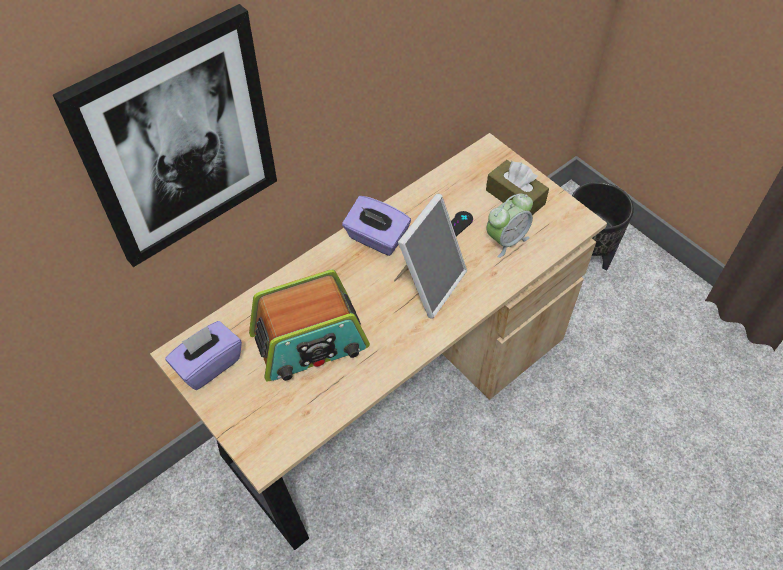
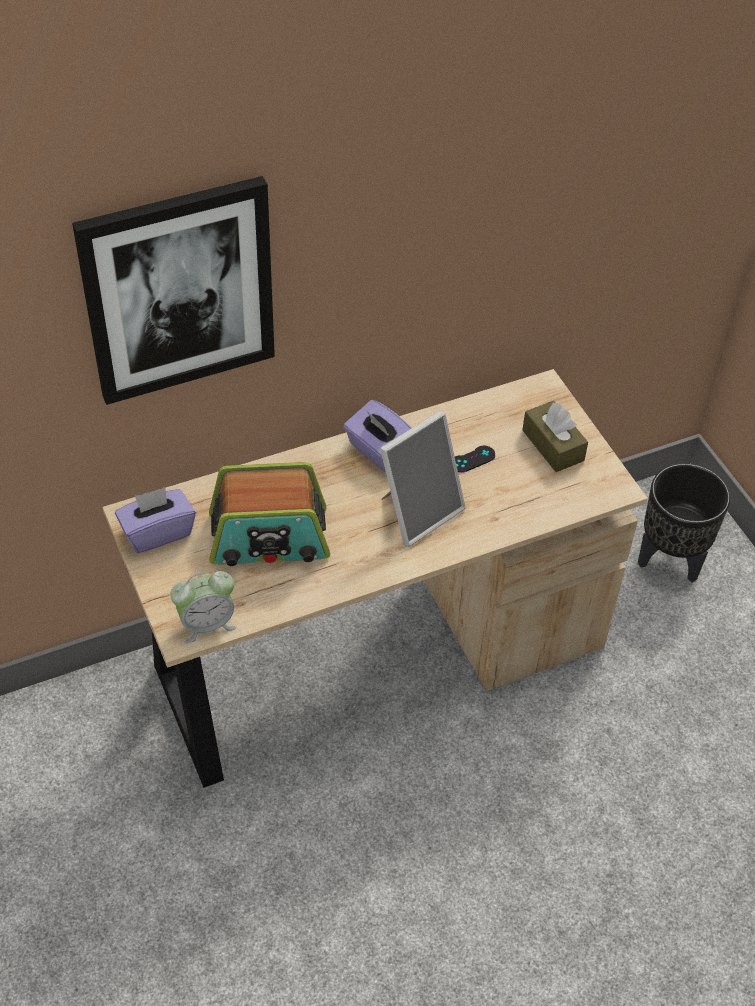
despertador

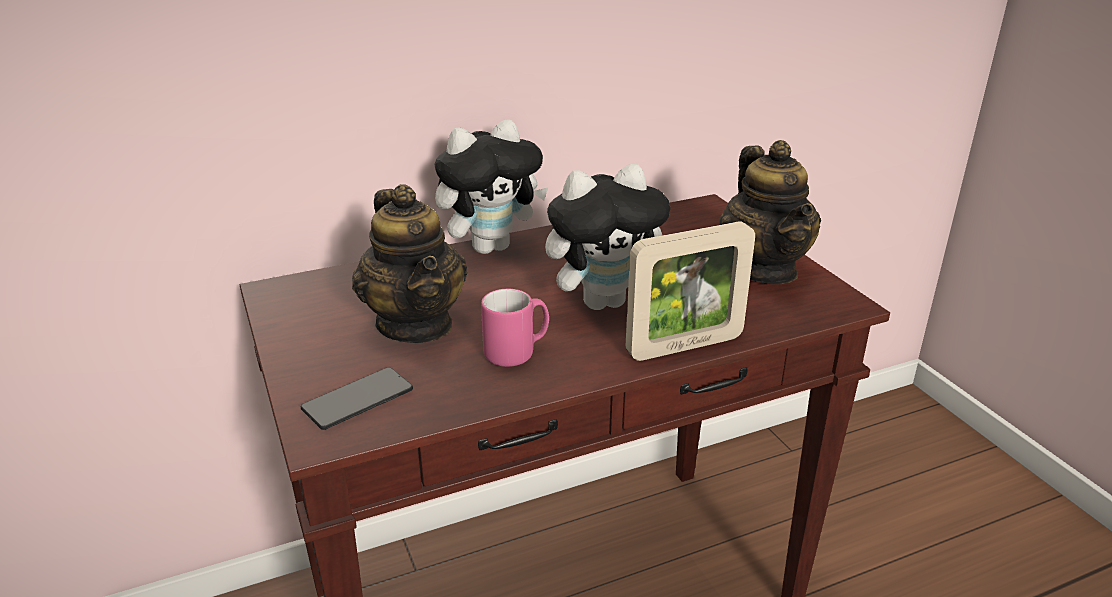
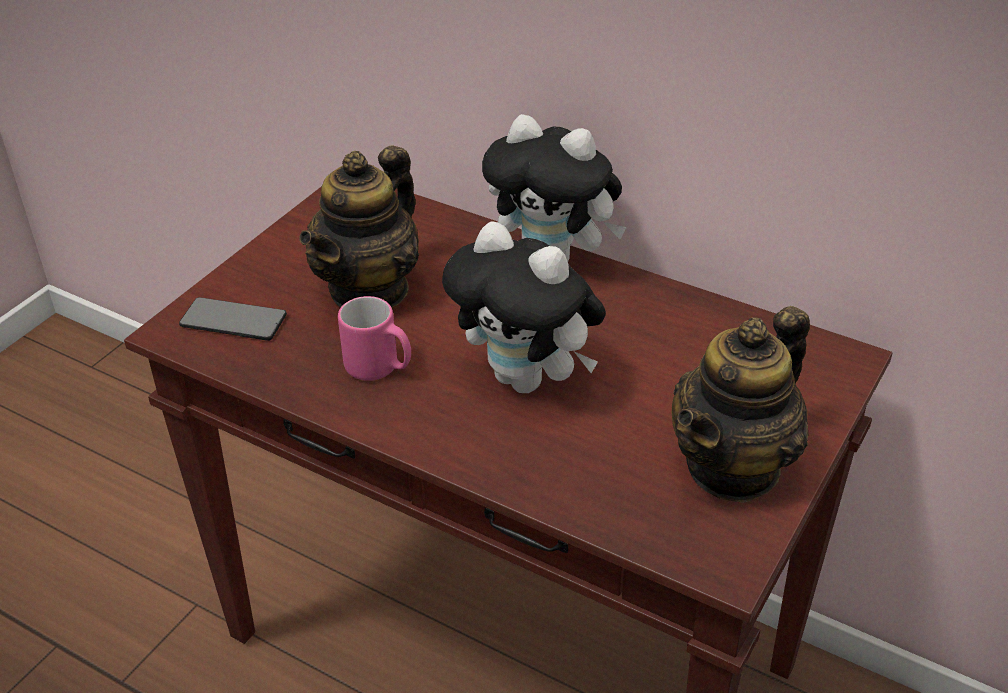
portarretratos

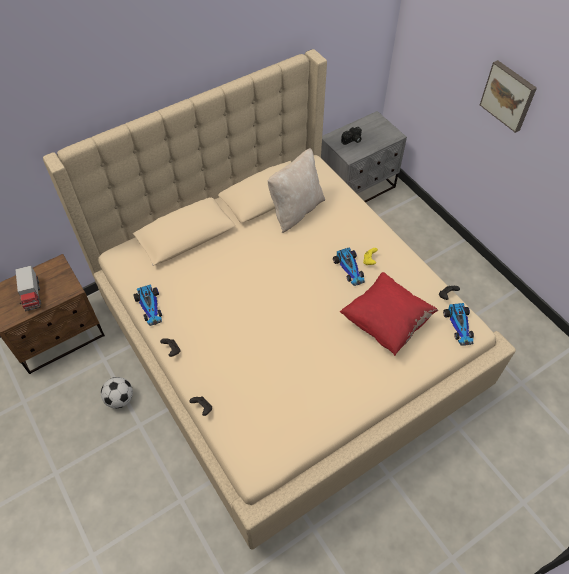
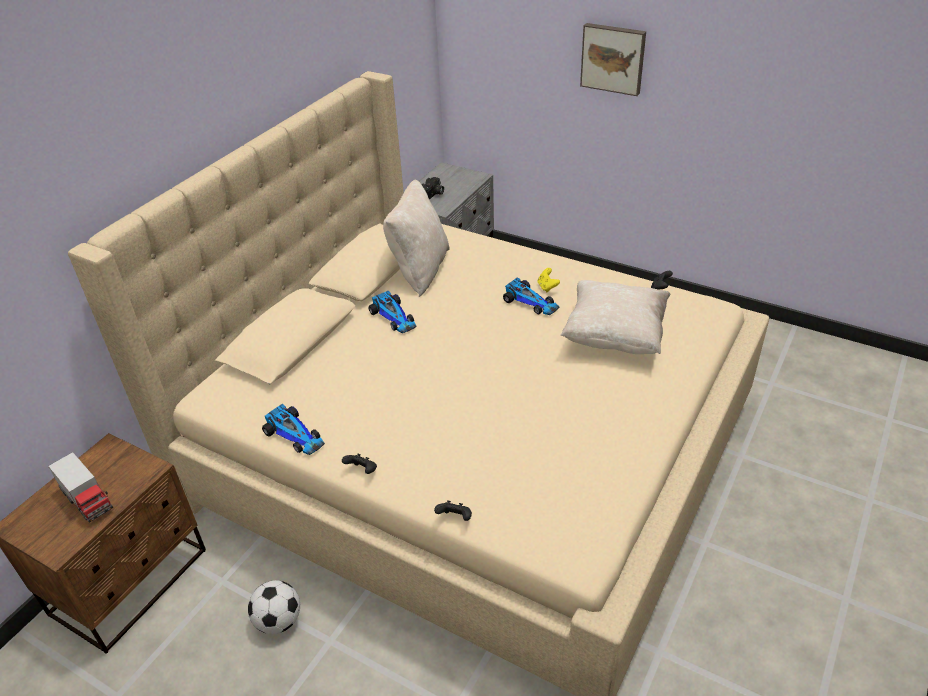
coche de juguete (2nd from left)
cojín [beis] (2nd from left)

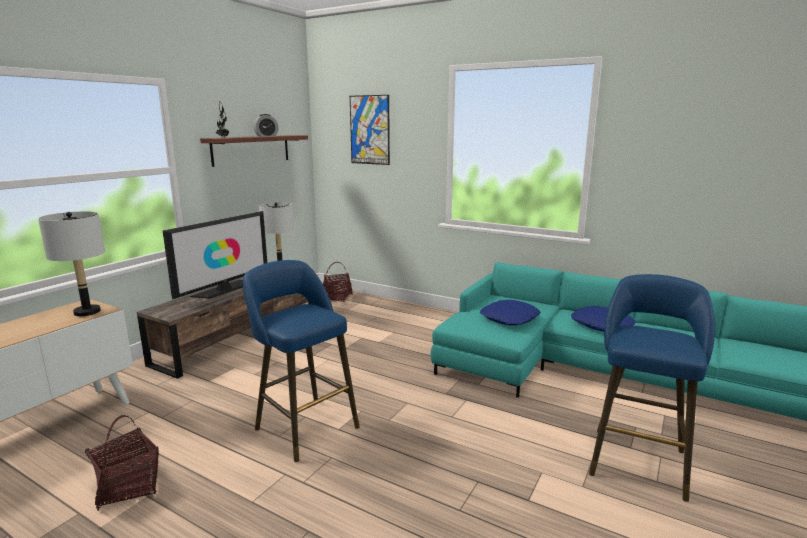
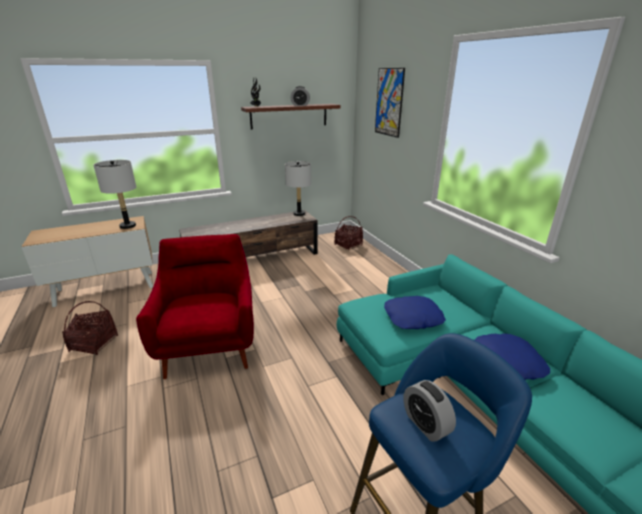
sillón [rojo]
despertador (2nd from left)
televisor

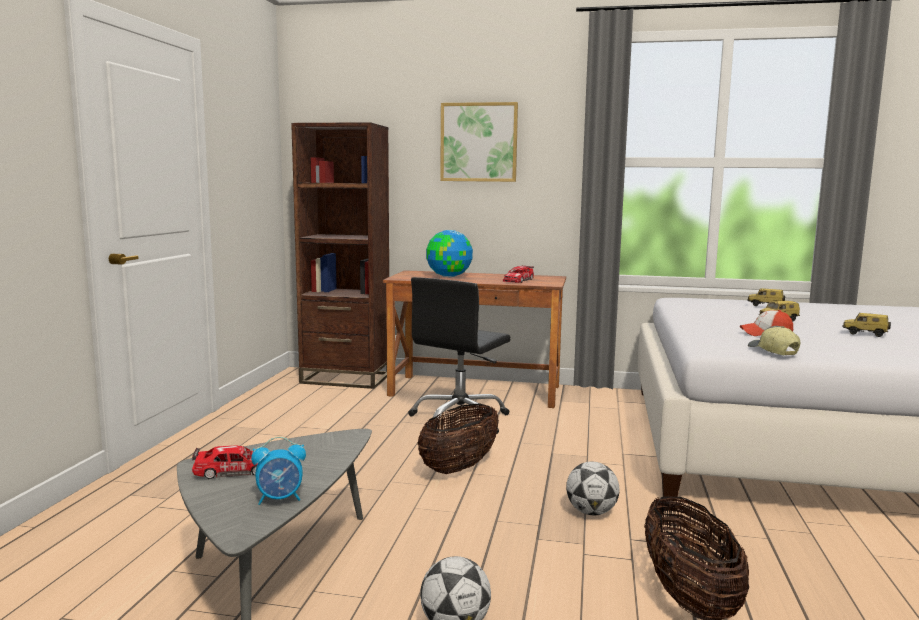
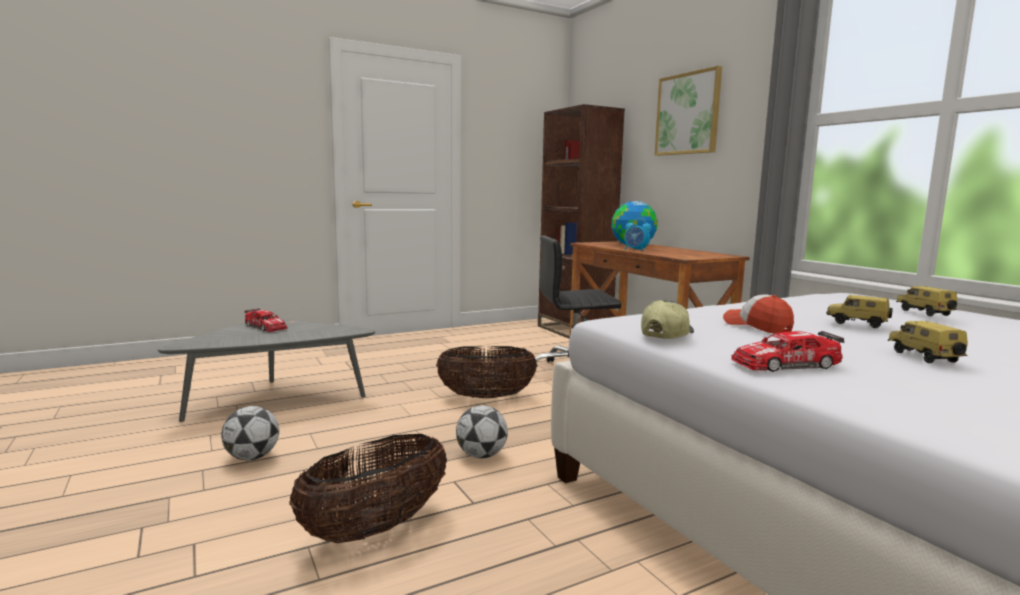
despertador
coche de juguete (2nd from left)

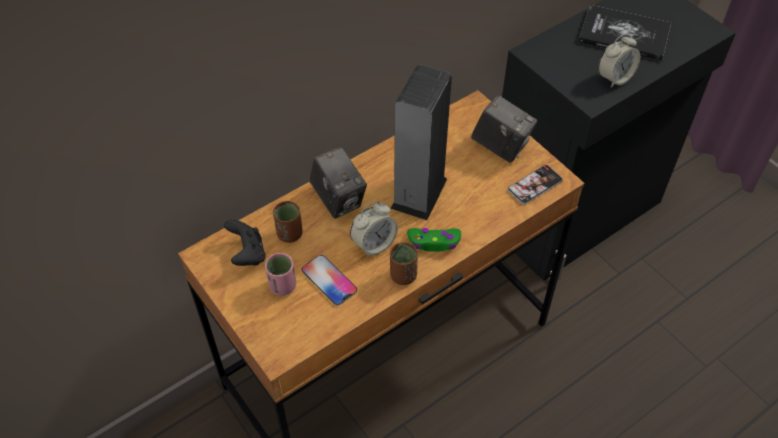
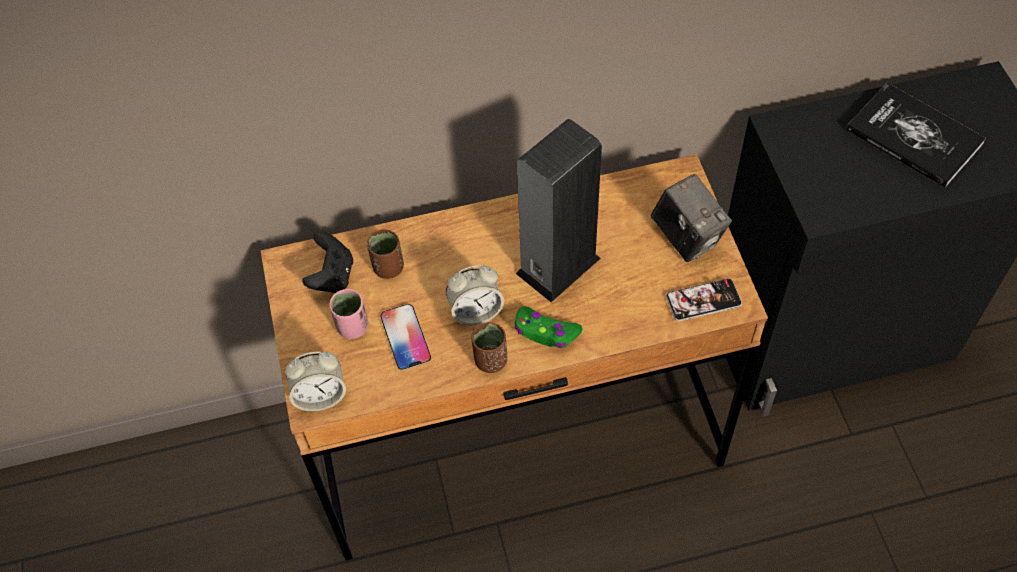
despertador (1st from left)
cámara (1st from left in the first image)

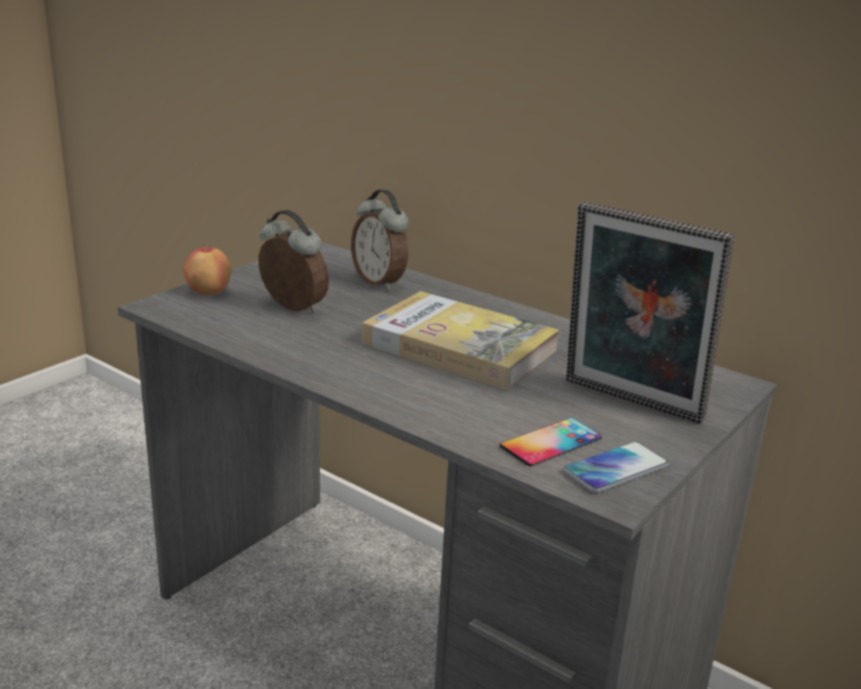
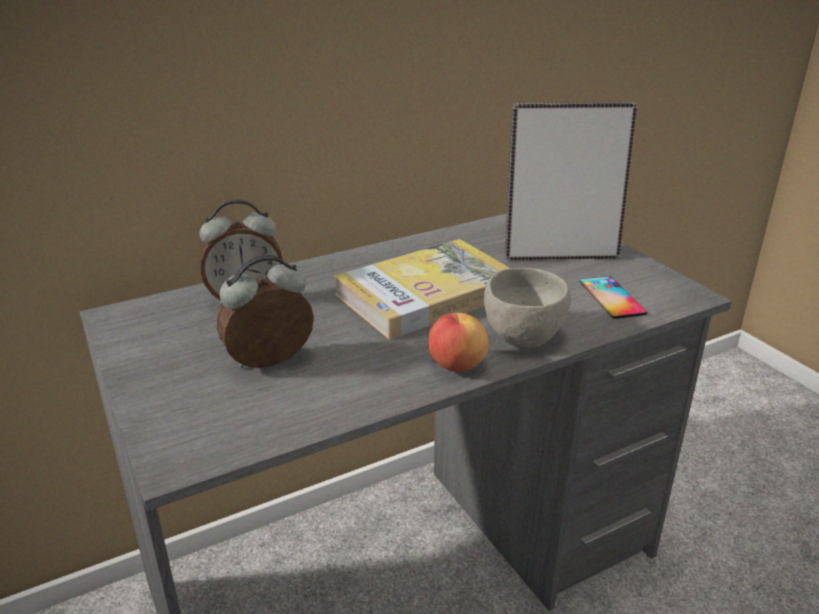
manzana
cuenco [gris]
portarretratos
móvil (2nd from left in the first image)

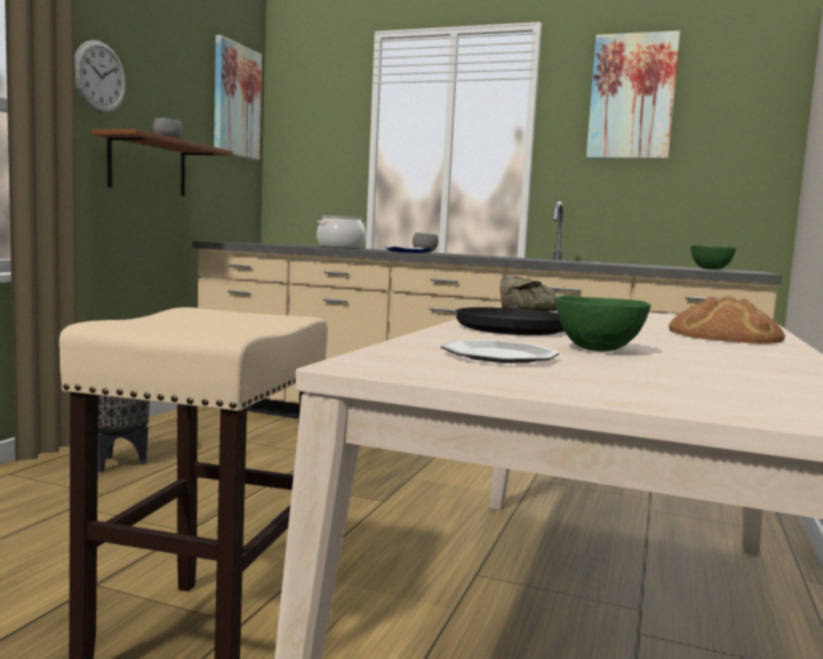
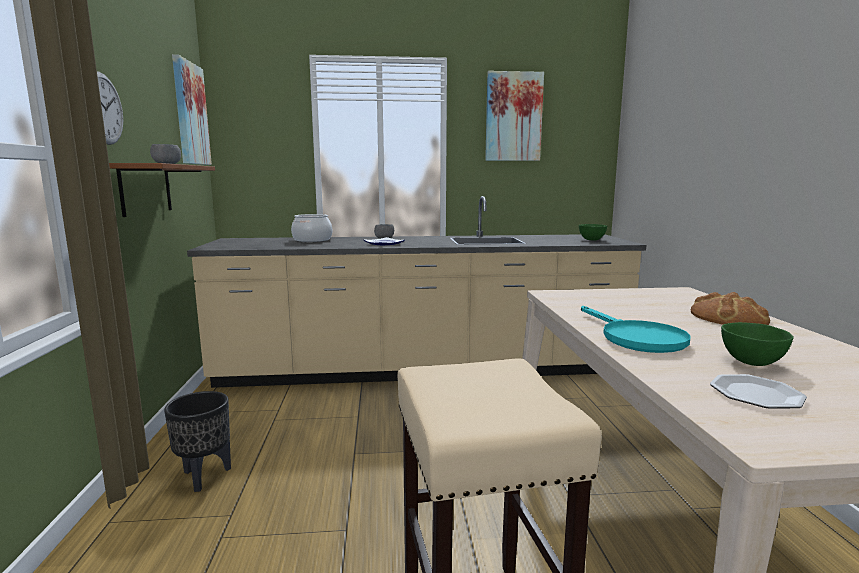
sartén [turquesa]
pan (1st from left in the first image)

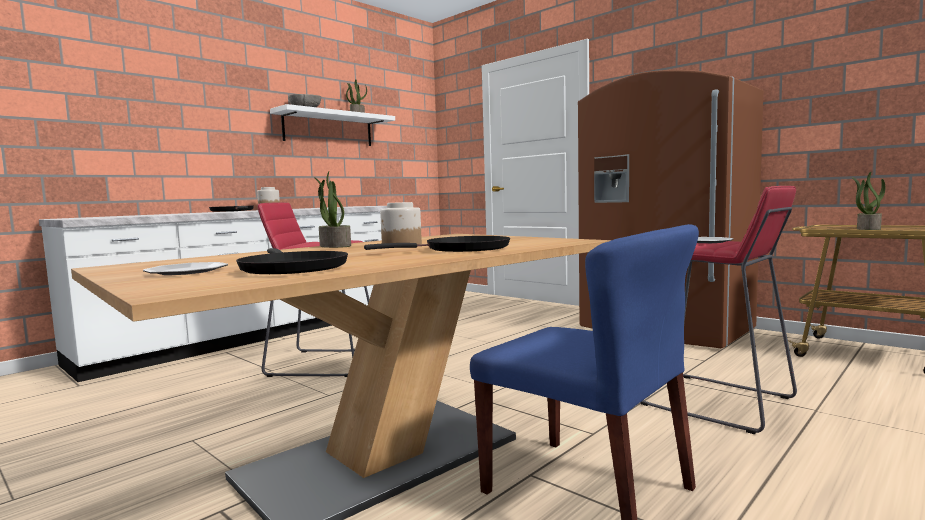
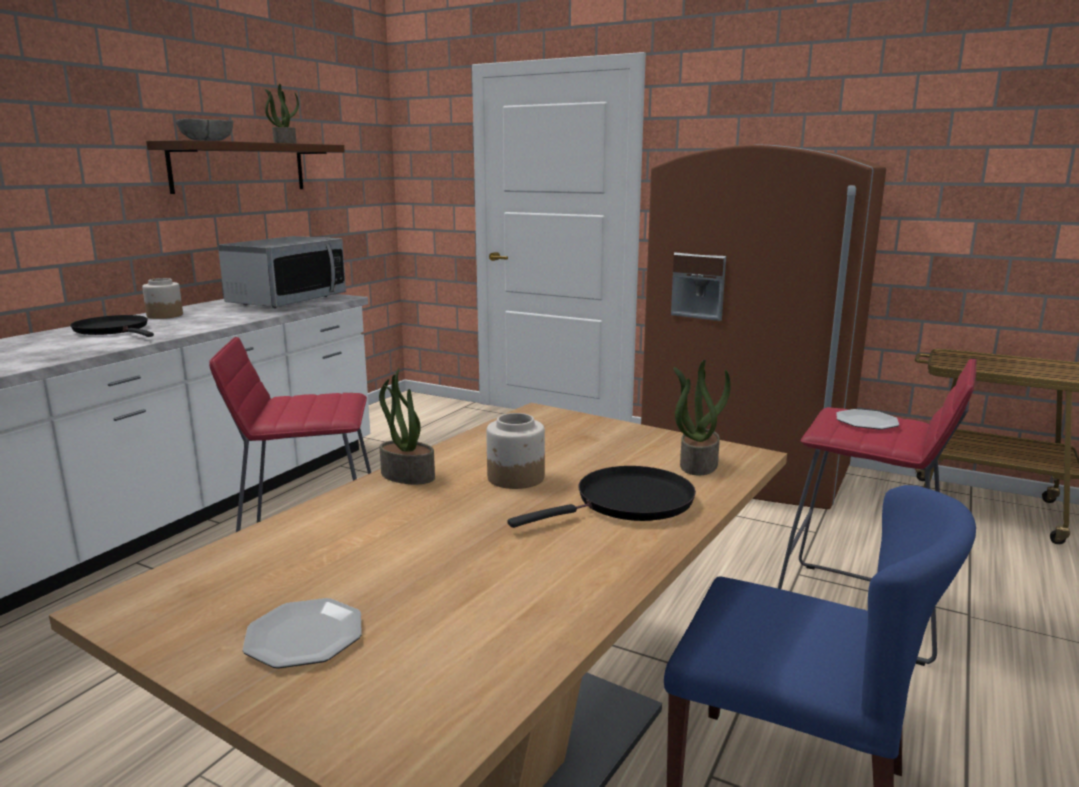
estante [marrón]
microondas
planta en maceta (3rd from left)
sartén [negro] (2nd from left in the first image)

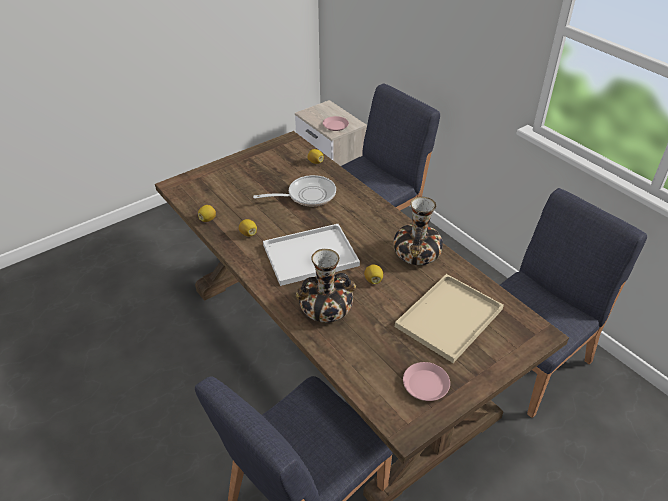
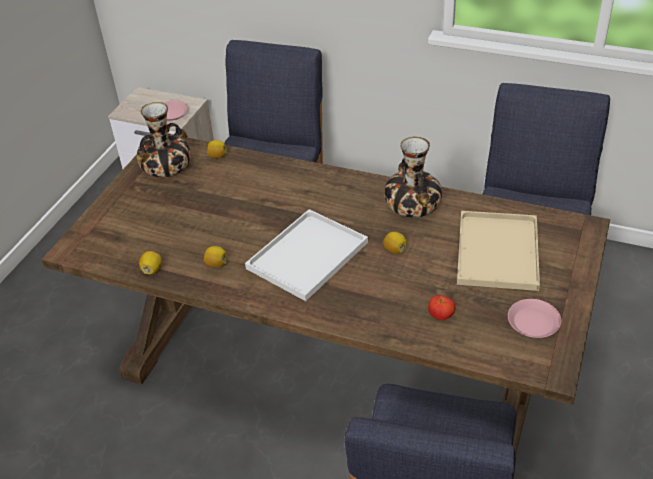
florero (1st from left)
tomate
sartén

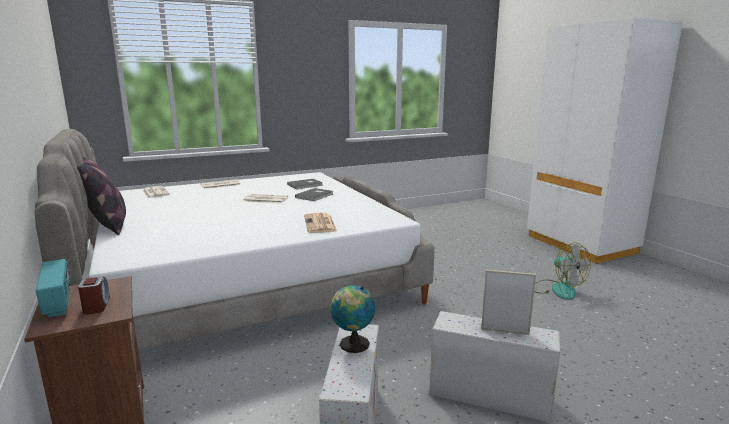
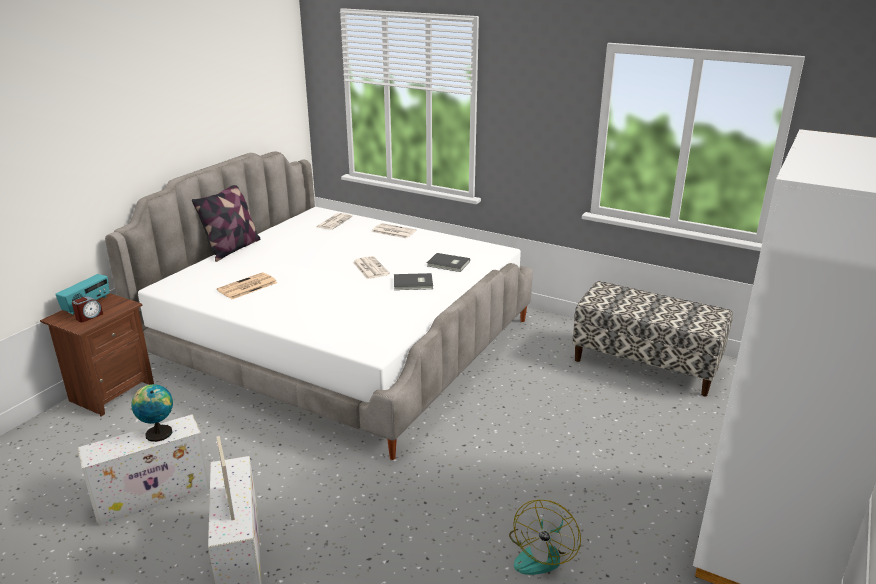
periódico (1st from left)
banco

